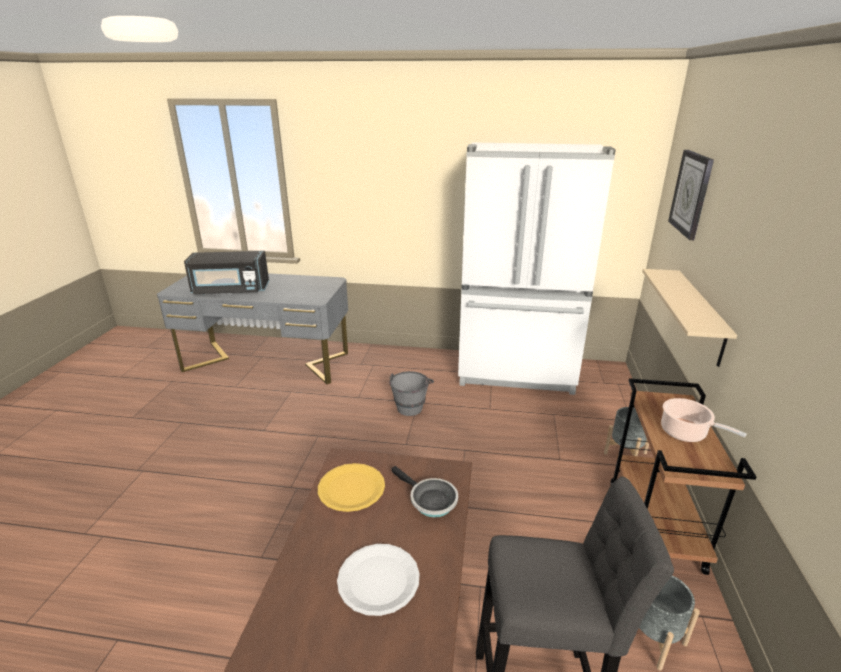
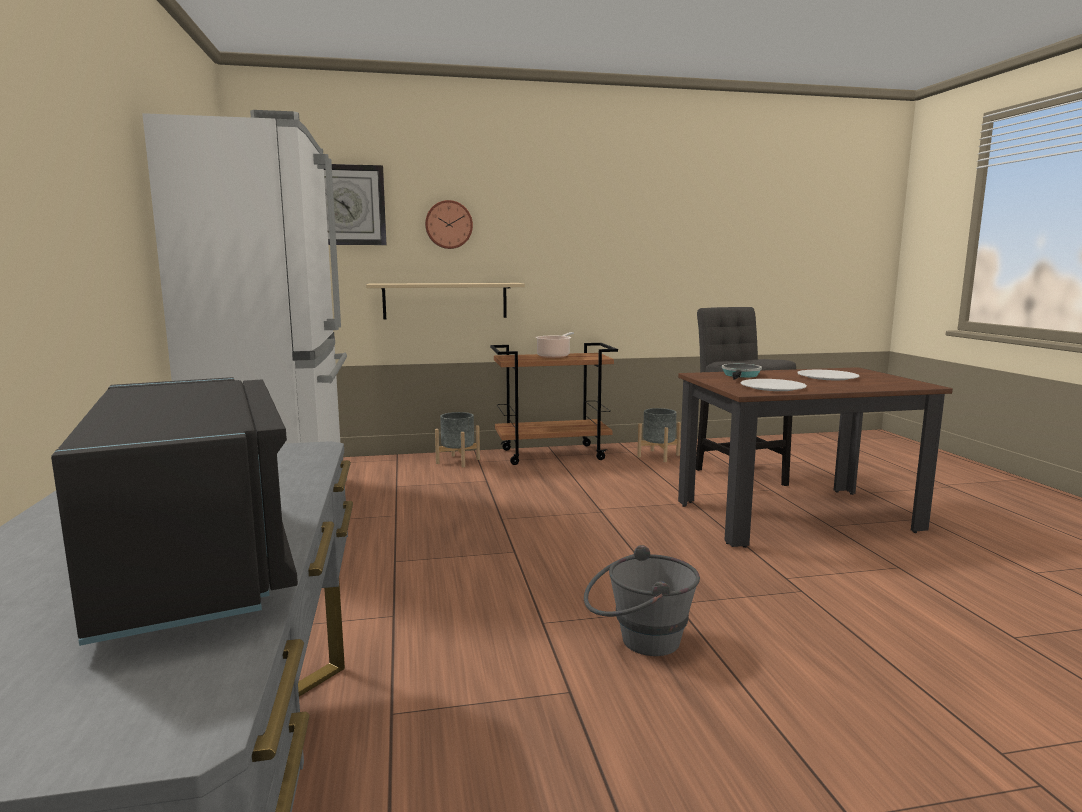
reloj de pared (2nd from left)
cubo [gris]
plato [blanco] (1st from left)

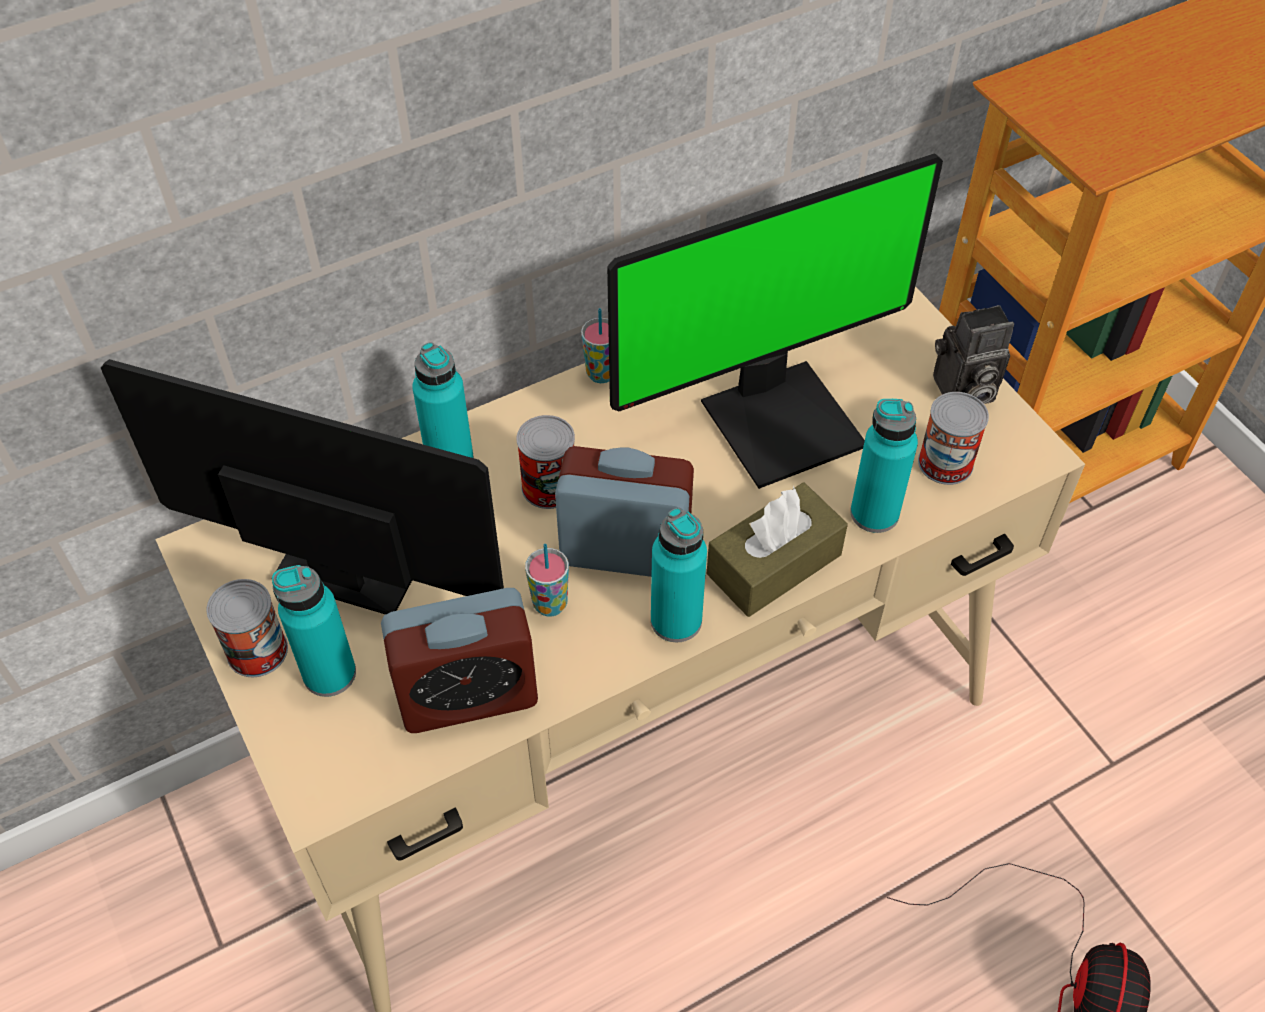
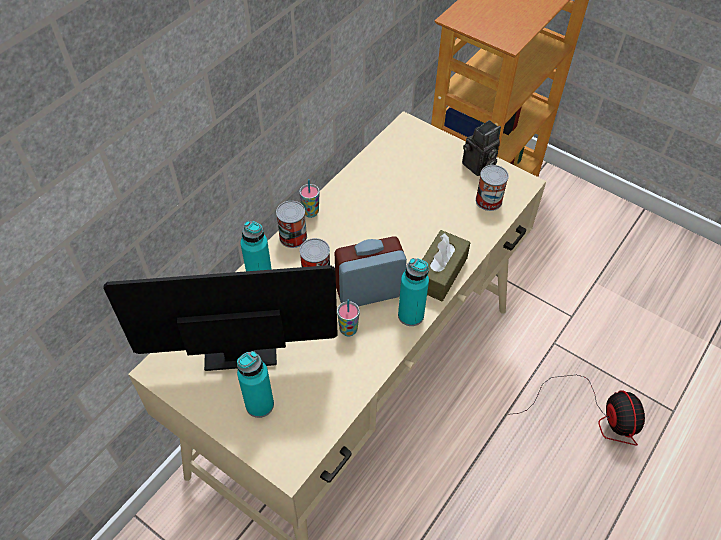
lata (1st from left)
despertador (1st from left in the first image)
monitor (2nd from left in the first image)
botella [turquesa] (4th from left in the first image)

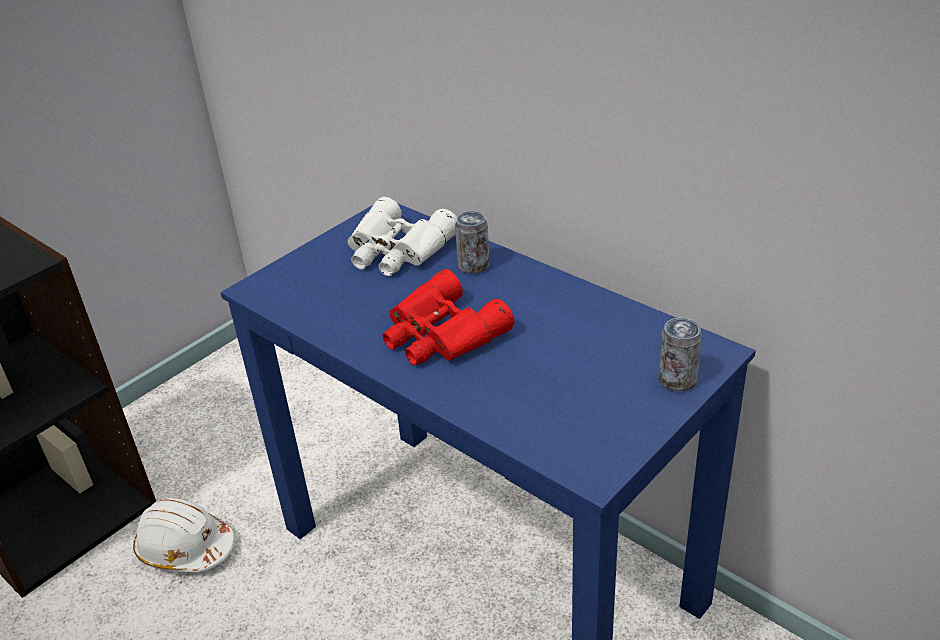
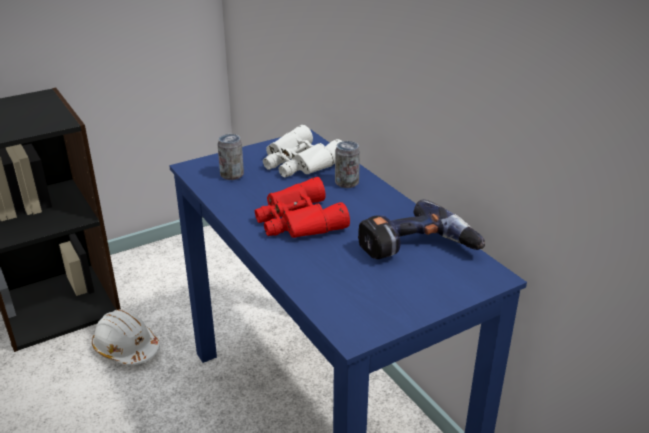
lata (1st from left)
taladro

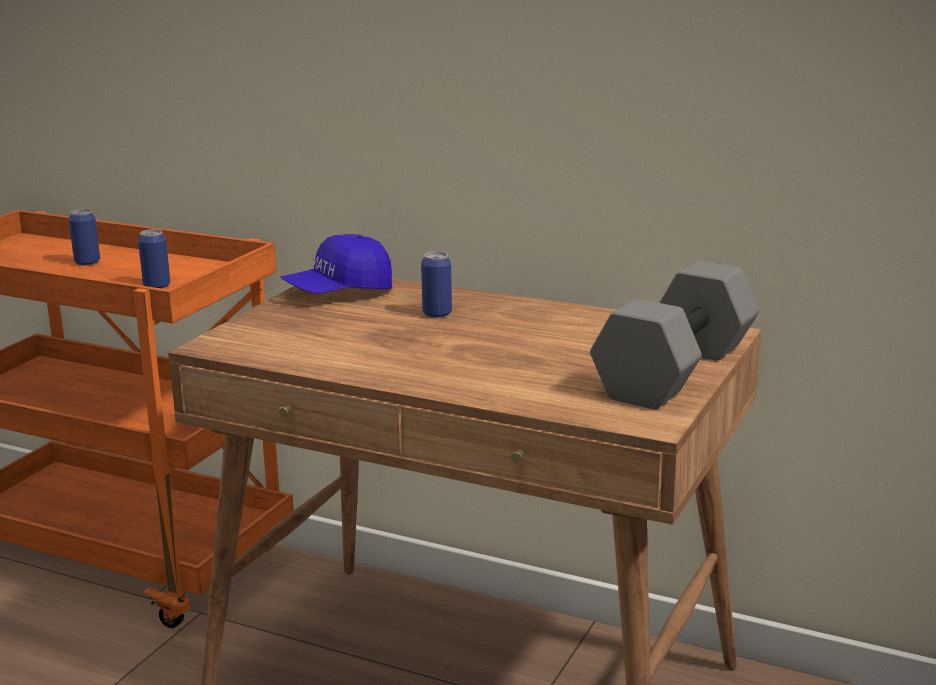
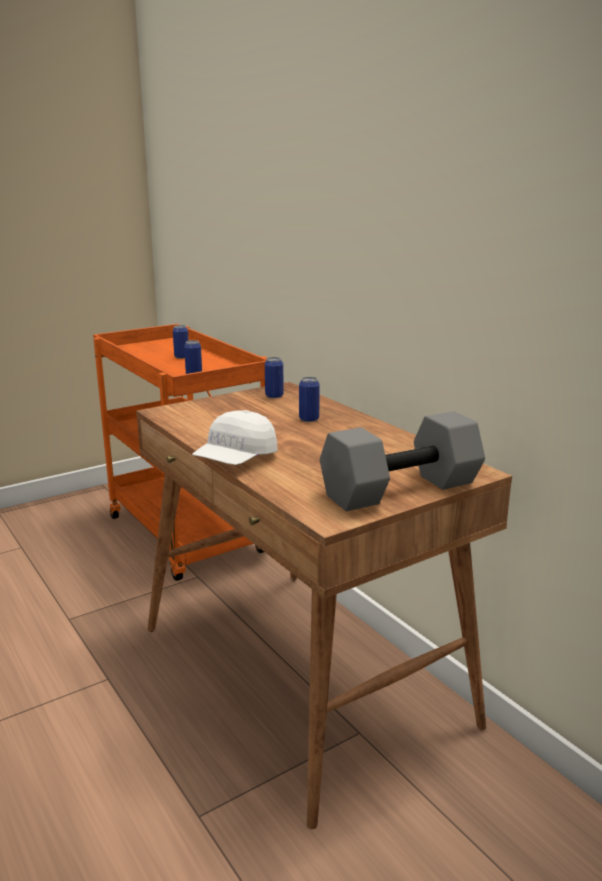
gorra [blanco]
lata (3rd from left)

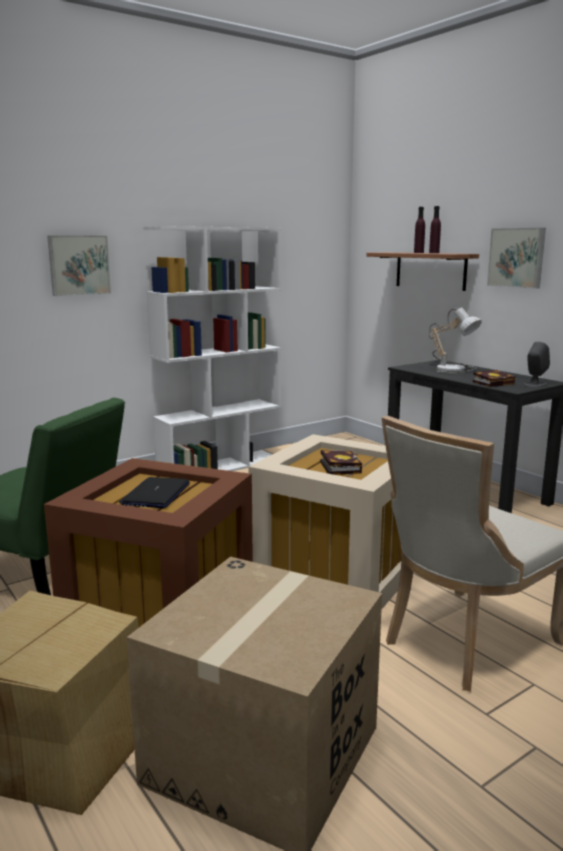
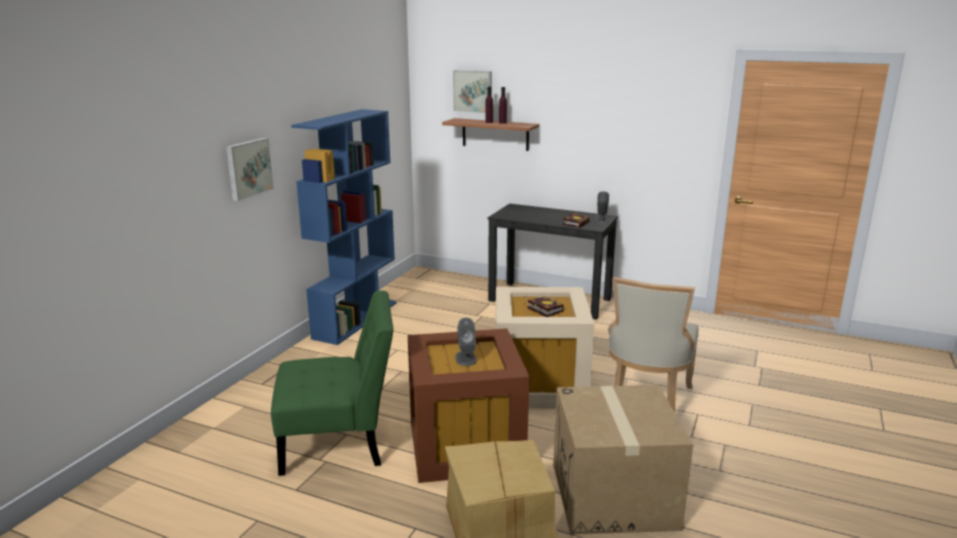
estantería [azul]
cuadro (2nd from left)
altavoz [gris] (1st from left)
lámpara de mesa

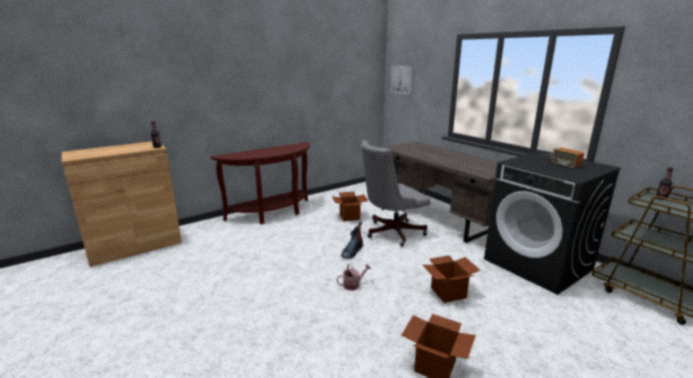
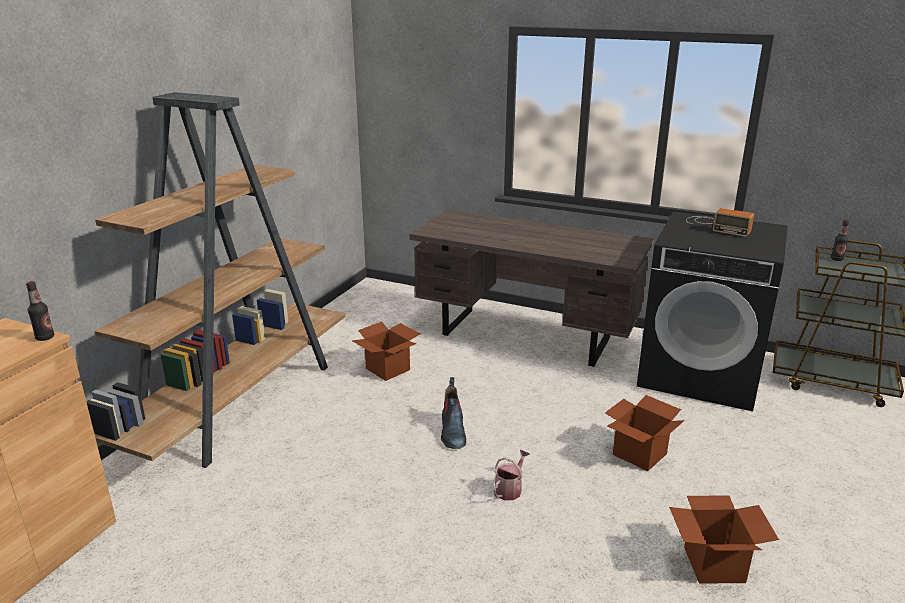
estantería [marrón]
silla de oficina [gris]
cuadro

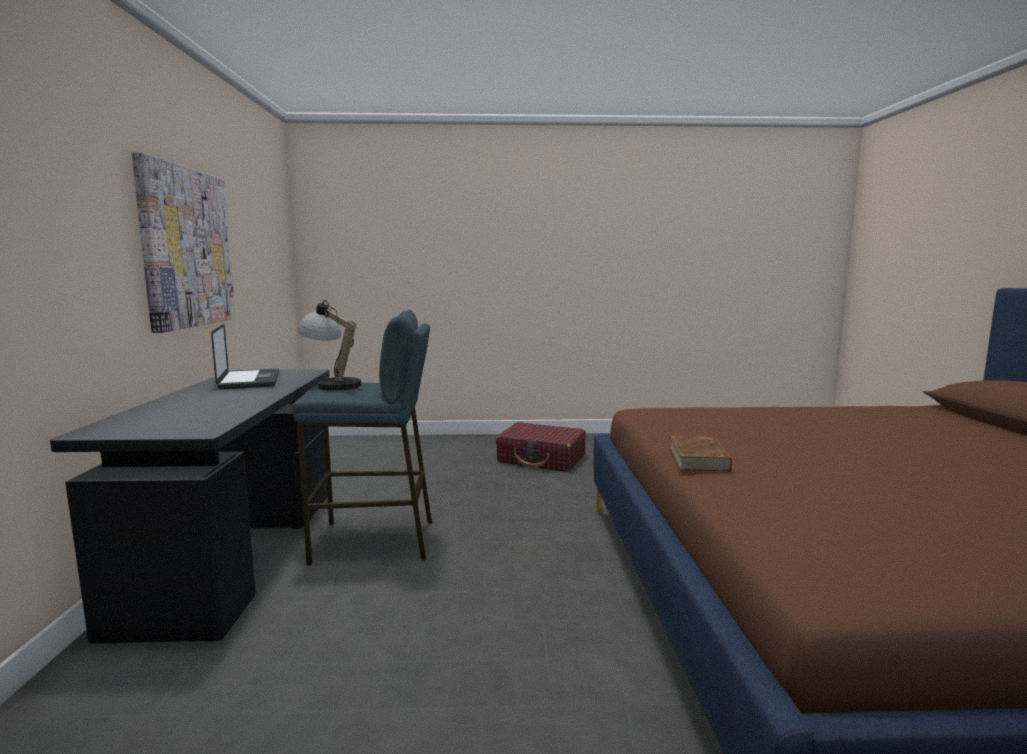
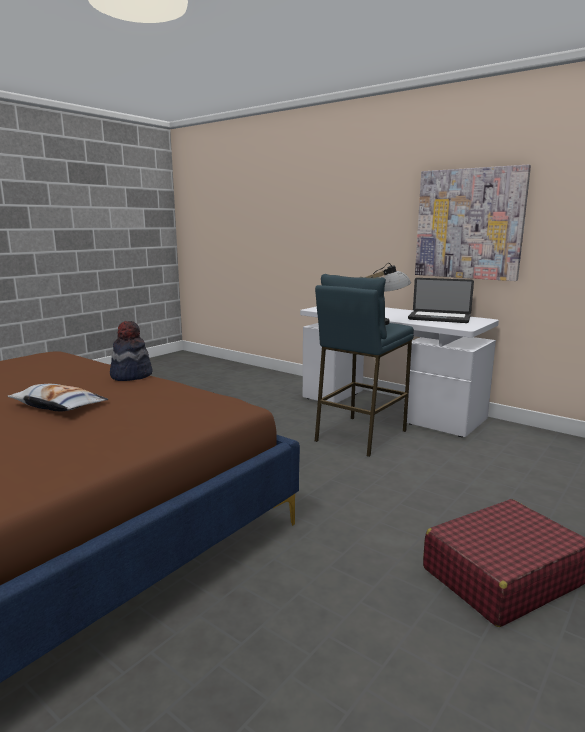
cojín
sombrero
escritorio [blanco]

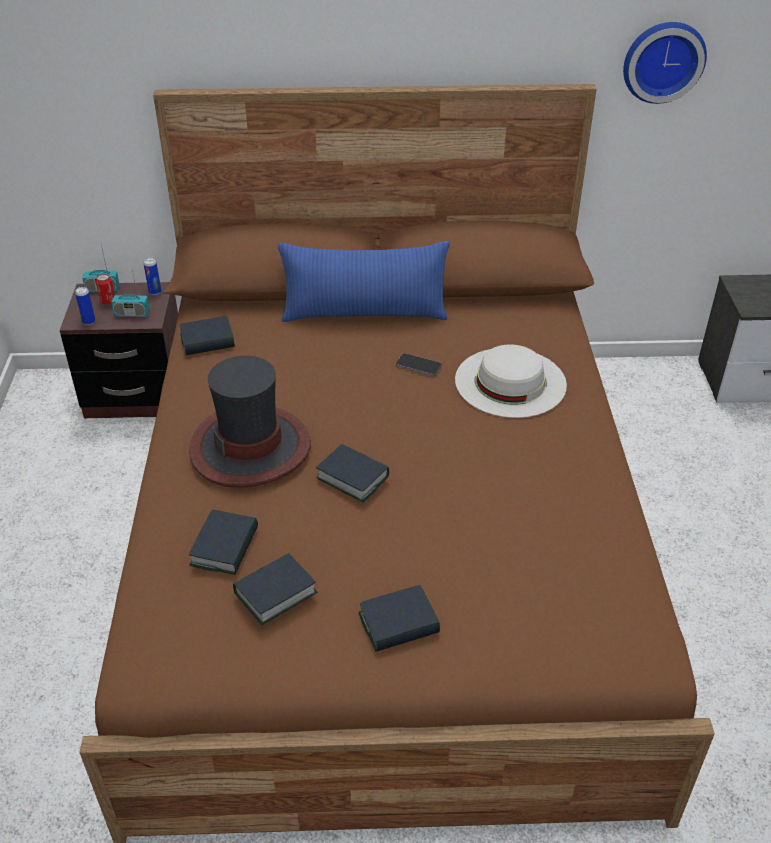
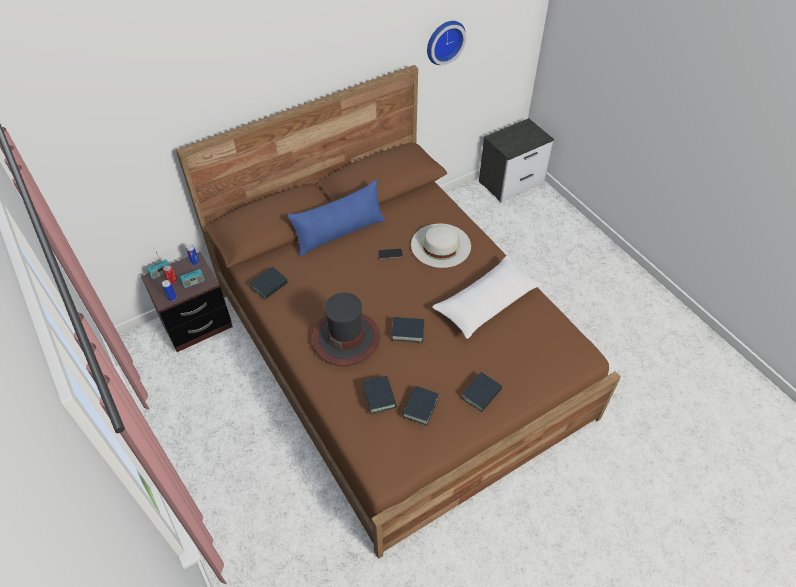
cojín [blanco]

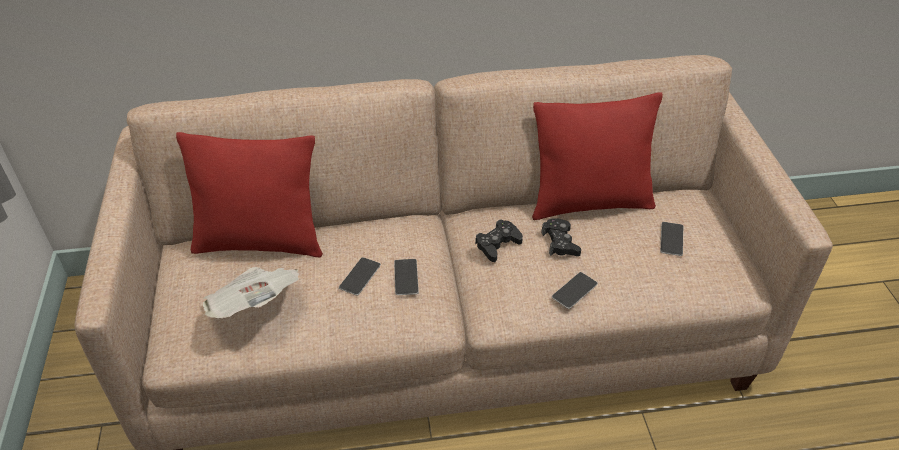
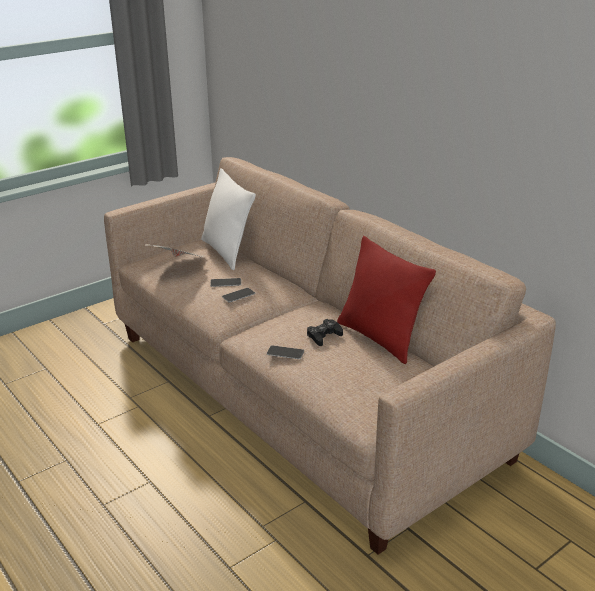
cojín [blanco]
mando de consola [negro] (1st from left in the first image)
móvil (4th from left in the first image)

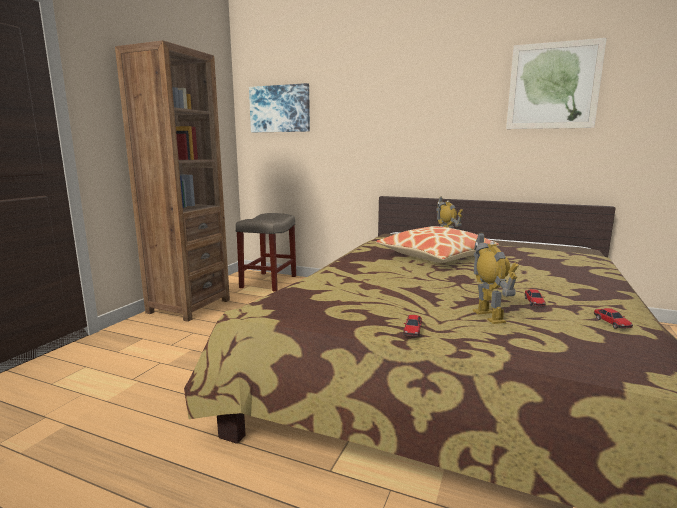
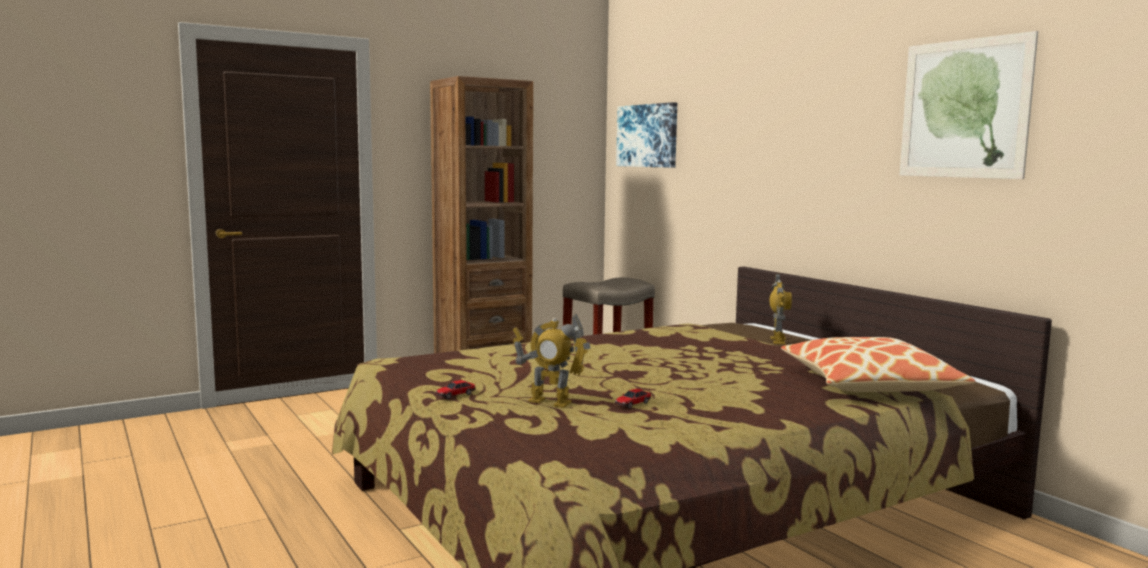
robot de juguete (1st from left)
cojín
coche de juguete (3rd from left in the first image)

